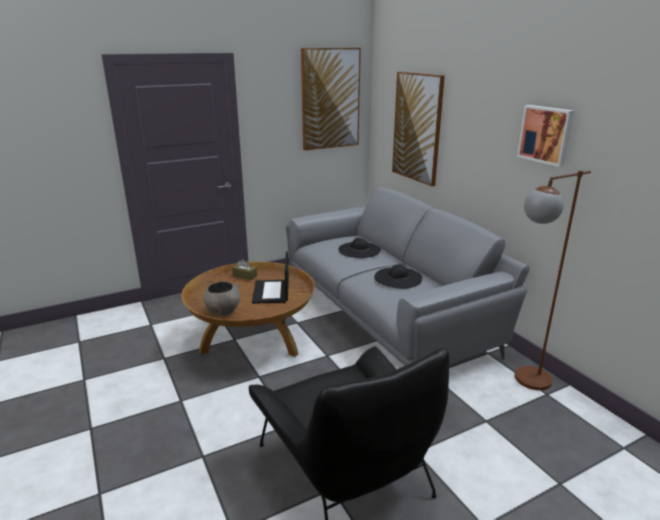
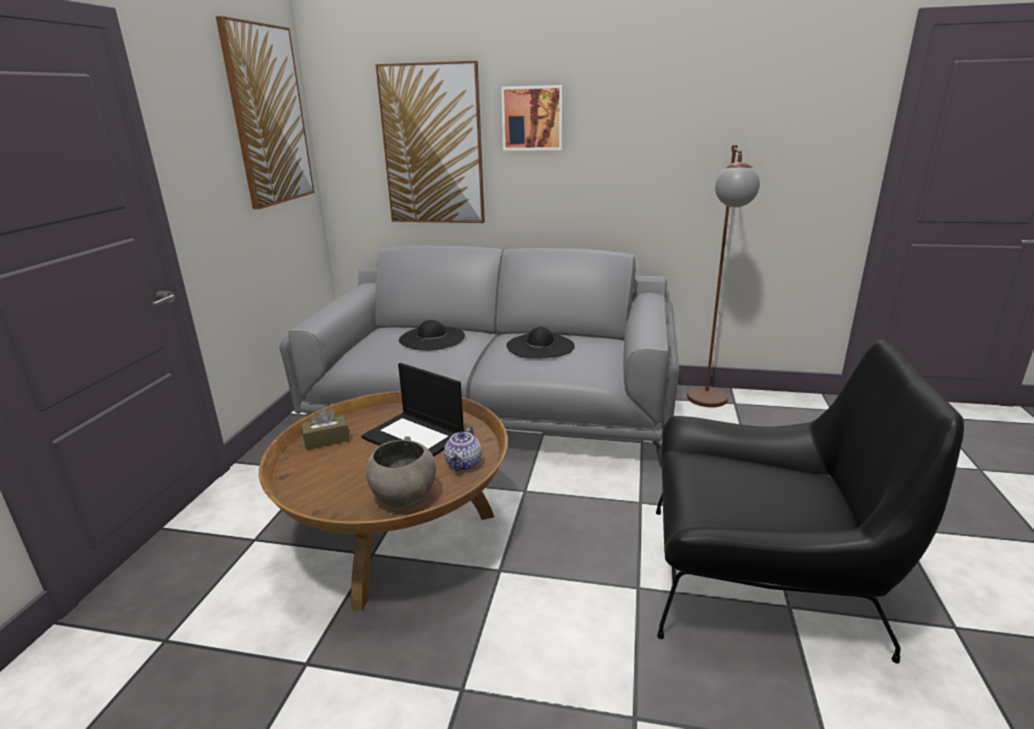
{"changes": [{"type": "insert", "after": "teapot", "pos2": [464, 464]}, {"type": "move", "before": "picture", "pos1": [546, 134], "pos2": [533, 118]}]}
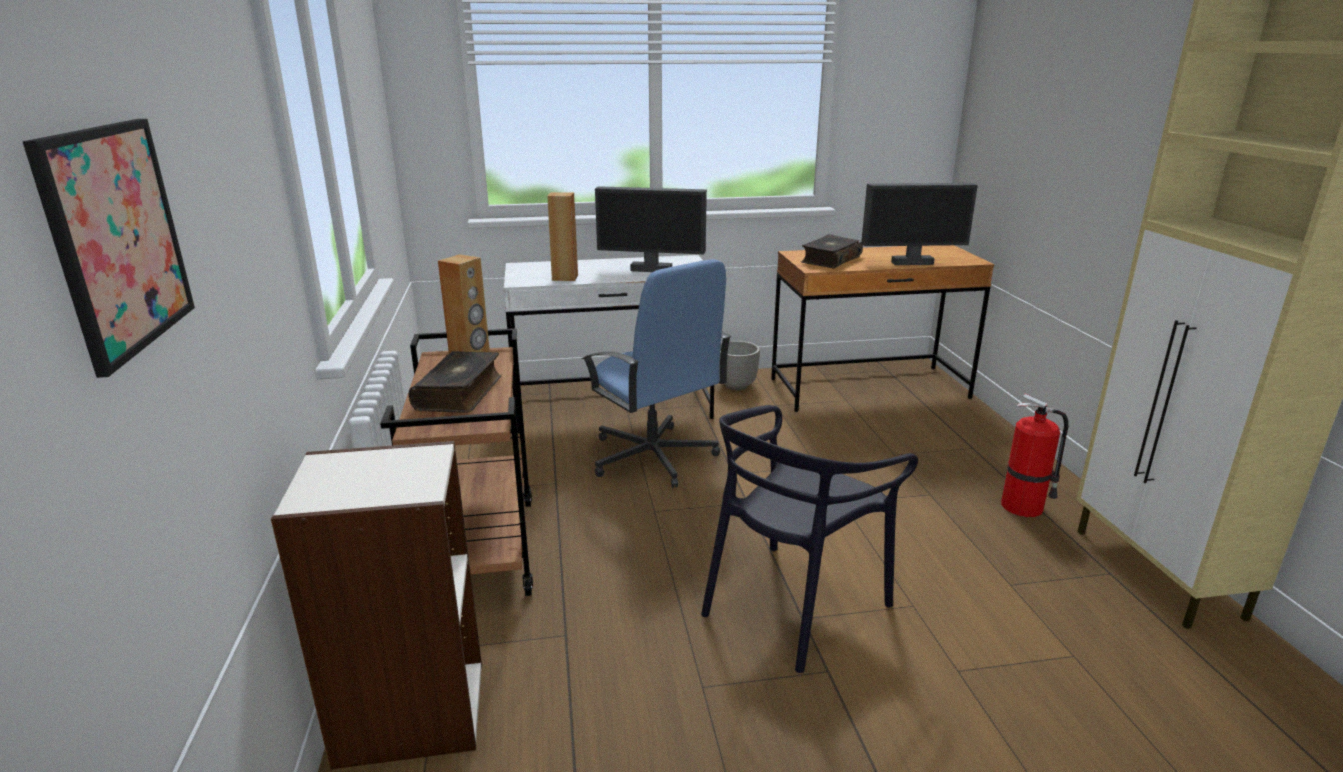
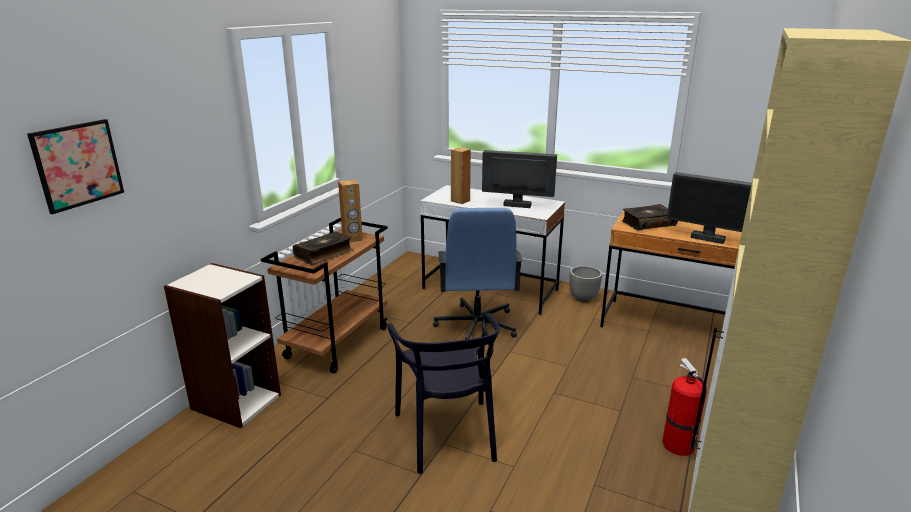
{"changes": [{"type": "rotate", "before": "black chair", "pos1": [793, 605], "pos2": [447, 434], "turn": -90}, {"type": "rotate", "before": "monitor", "pos1": [651, 269], "pos2": [517, 206], "turn": 150}]}
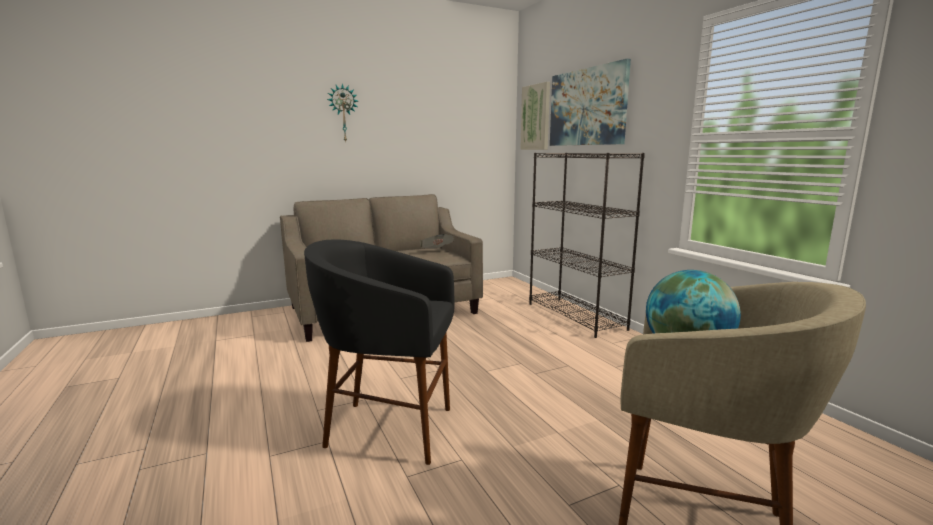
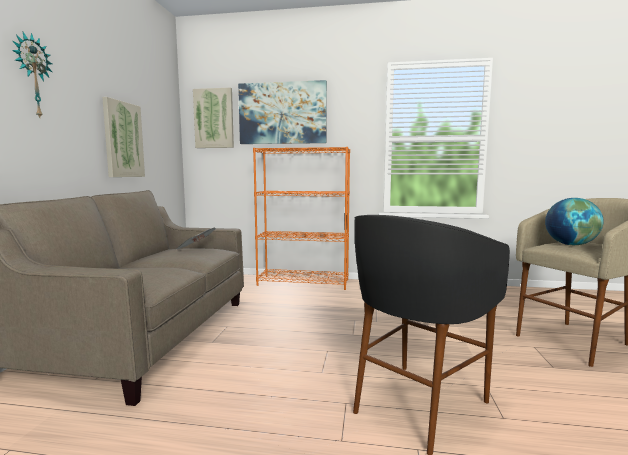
{"changes": [{"type": "insert", "after": "picture", "pos2": [123, 140]}, {"type": "recolor", "before": "black bookcase", "after": "orange bookcase", "pos1": [576, 316], "pos2": [304, 282]}]}
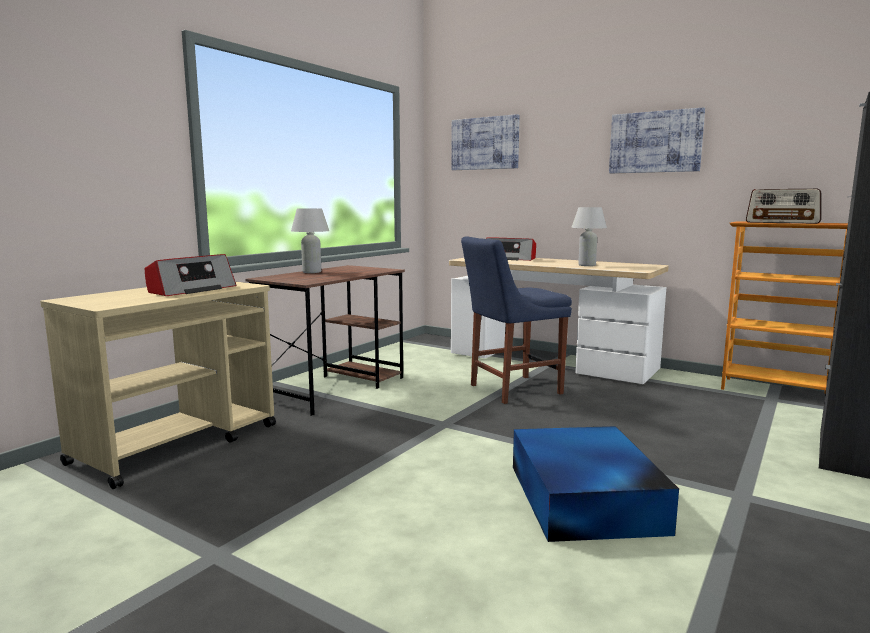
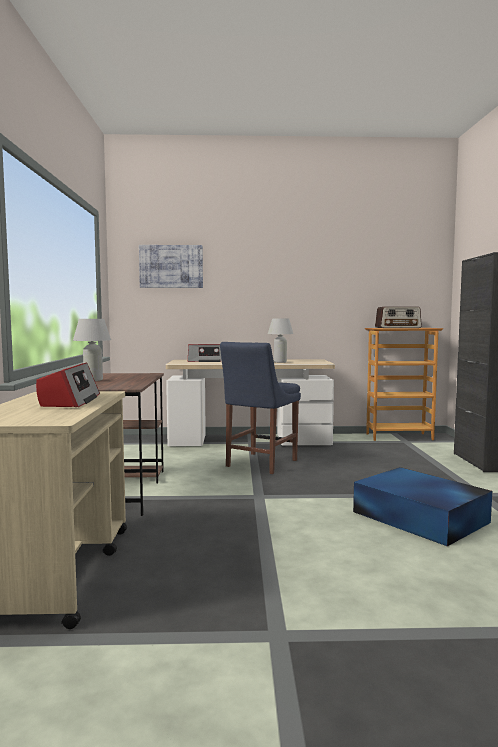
{"changes": [{"type": "delete", "before": "picture", "pos1": [655, 142]}]}
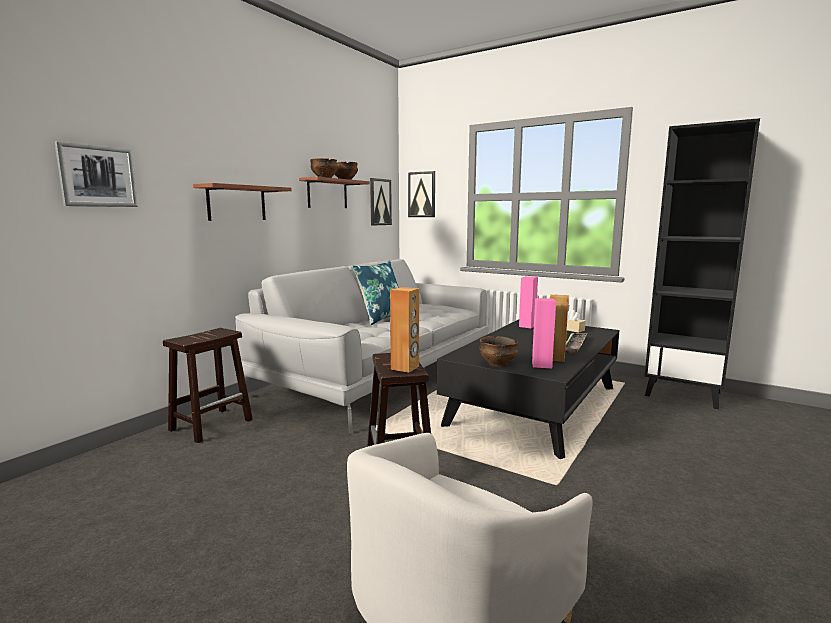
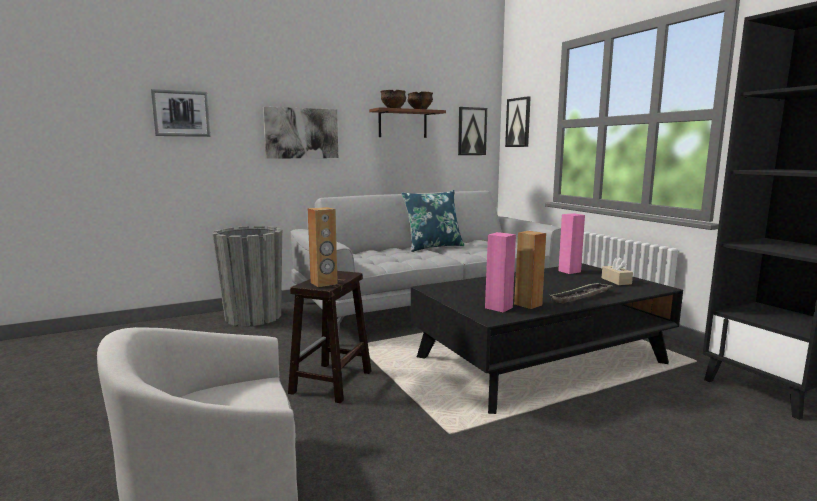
{"changes": [{"type": "replace", "before": "brown stool", "after": "grey planter", "pos1": [212, 424], "pos2": [253, 317]}, {"type": "replace", "before": "brown shelf", "after": "picture", "pos1": [236, 203], "pos2": [301, 133]}, {"type": "delete", "before": "bowl", "pos1": [498, 364]}]}
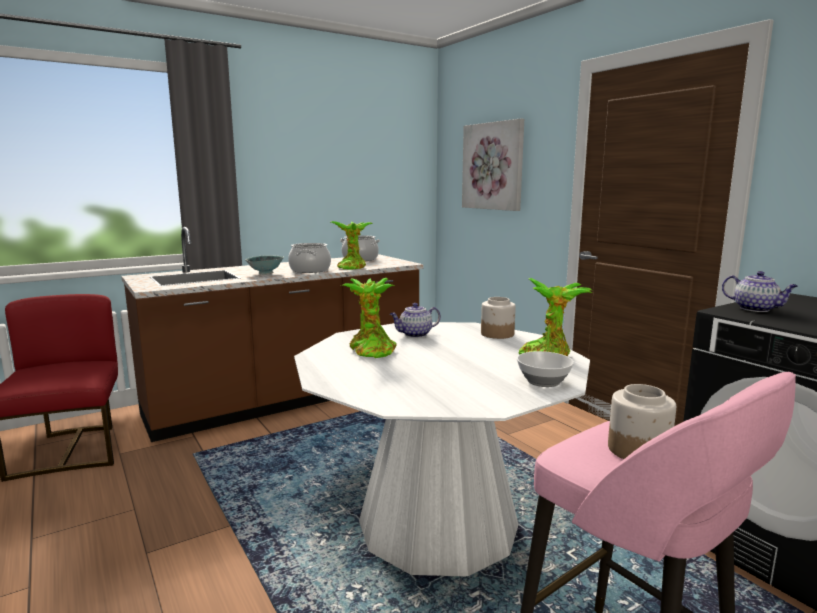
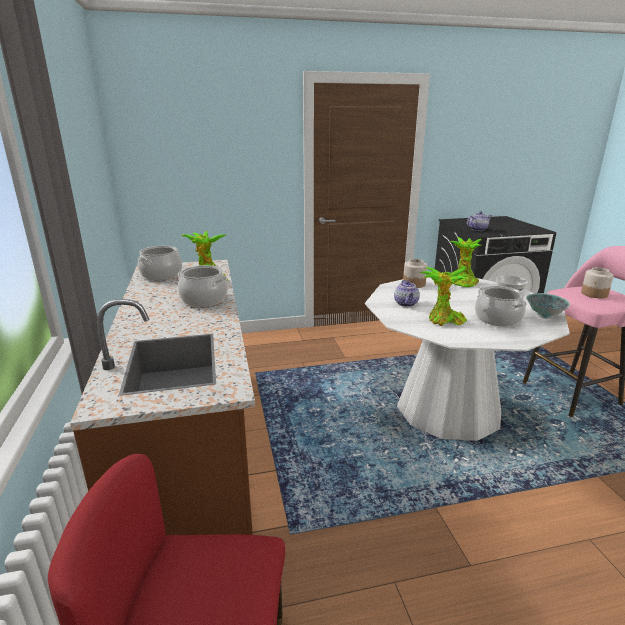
{"changes": [{"type": "insert", "after": "cooking pot", "pos2": [497, 319]}, {"type": "move", "before": "bowl", "pos1": [266, 273], "pos2": [544, 316]}, {"type": "delete", "before": "picture", "pos1": [493, 166]}]}
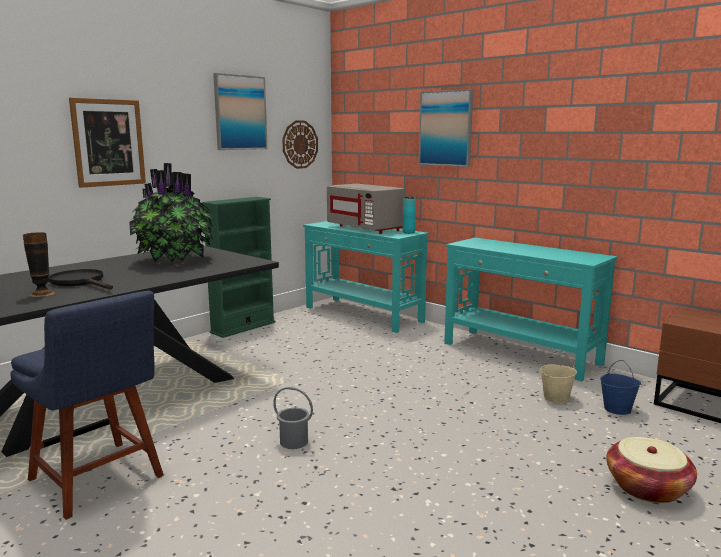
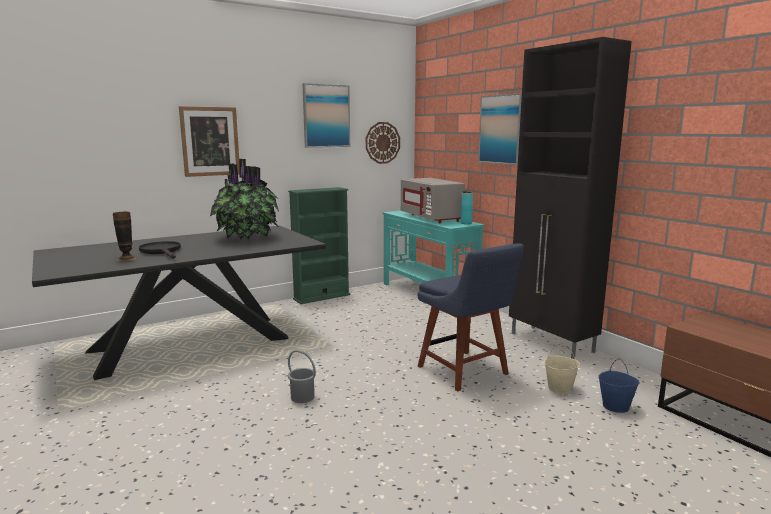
{"changes": [{"type": "move", "before": "blue chair", "pos1": [99, 480], "pos2": [465, 372]}, {"type": "replace", "before": "turquoise console table", "after": "black cabinet", "pos1": [520, 354], "pos2": [552, 343]}, {"type": "delete", "before": "basket", "pos1": [647, 488]}]}
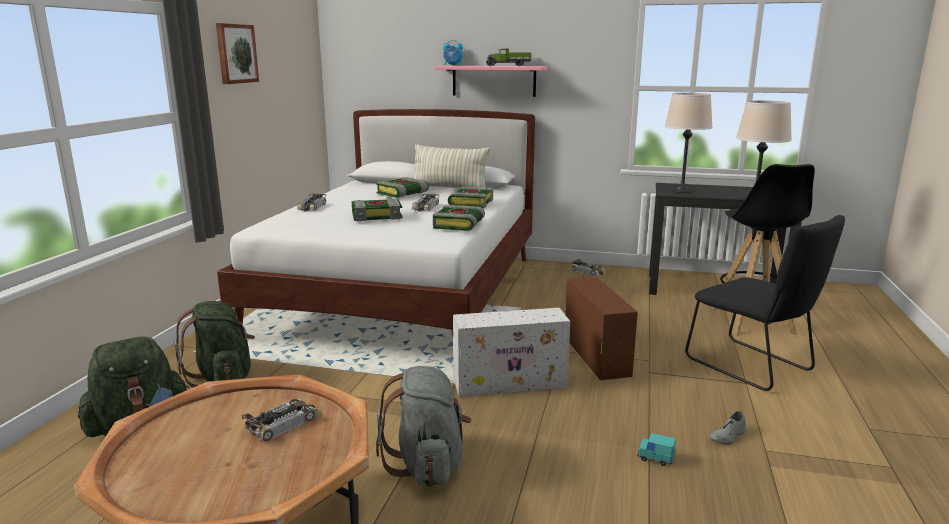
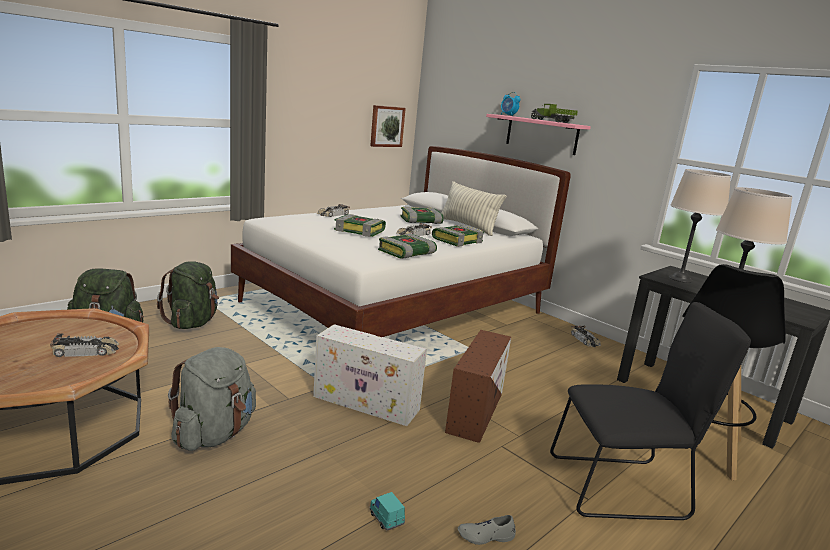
{"changes": [{"type": "move", "before": "picture", "pos1": [236, 53], "pos2": [386, 126]}, {"type": "rotate", "before": "black chair", "pos1": [753, 366], "pos2": [623, 488], "turn": -90}]}
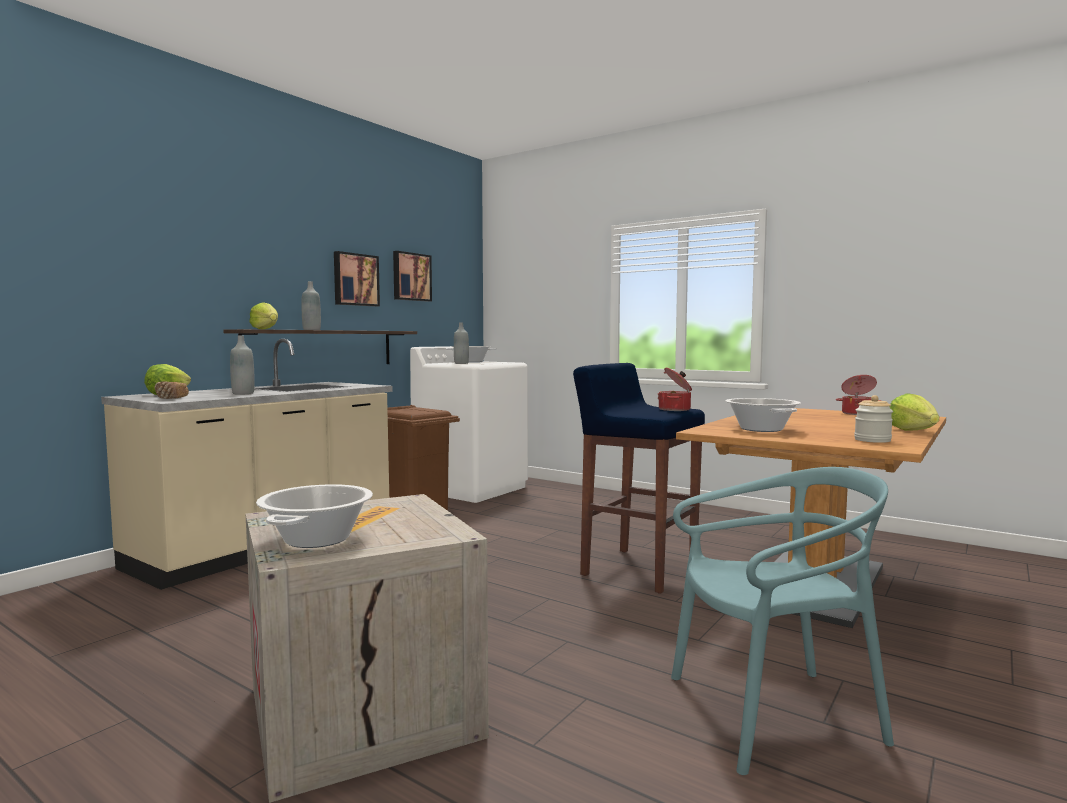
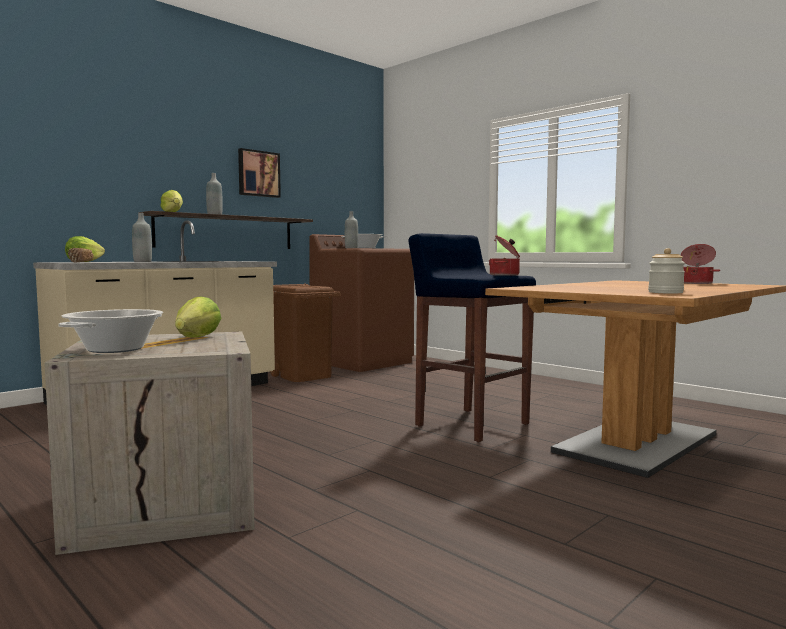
{"changes": [{"type": "move", "before": "lettuce", "pos1": [913, 430], "pos2": [197, 337]}, {"type": "recolor", "before": "white washing machine", "after": "brown washing machine", "pos1": [471, 488], "pos2": [362, 362]}, {"type": "delete", "before": "picture", "pos1": [411, 277]}, {"type": "delete", "before": "turquoise chair", "pos1": [773, 714]}, {"type": "delete", "before": "cooking pot", "pos1": [761, 429]}]}
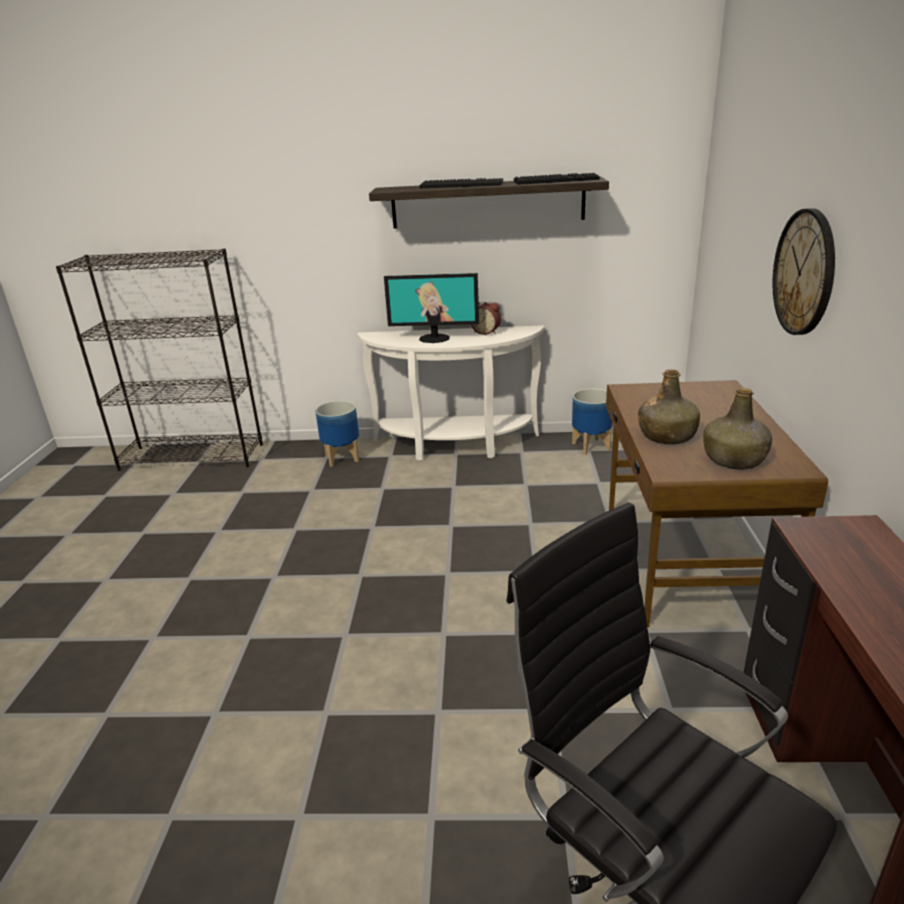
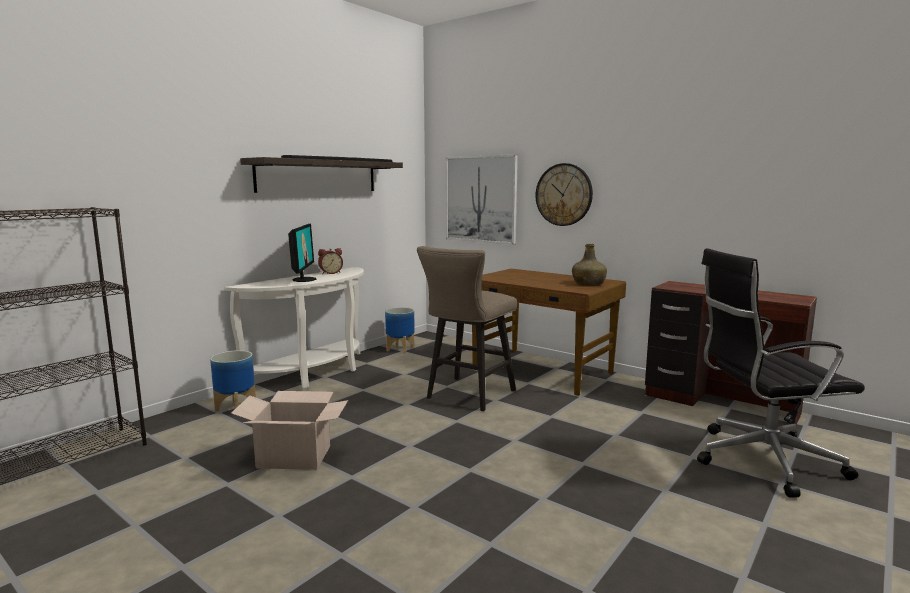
{"changes": [{"type": "insert", "after": "cardboard box", "pos2": [293, 457]}, {"type": "rotate", "before": "monitor", "pos1": [434, 338], "pos2": [303, 279], "turn": -45}, {"type": "insert", "after": "beige stool", "pos2": [467, 396]}, {"type": "insert", "after": "picture", "pos2": [480, 199]}, {"type": "delete", "before": "green bottle", "pos1": [666, 436]}]}
